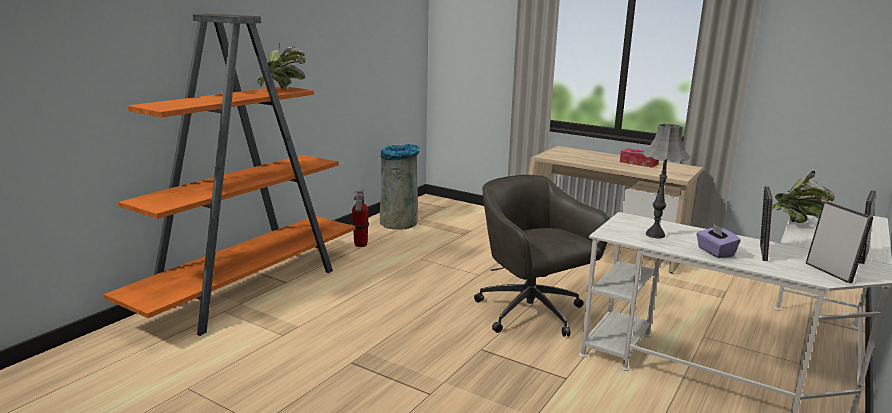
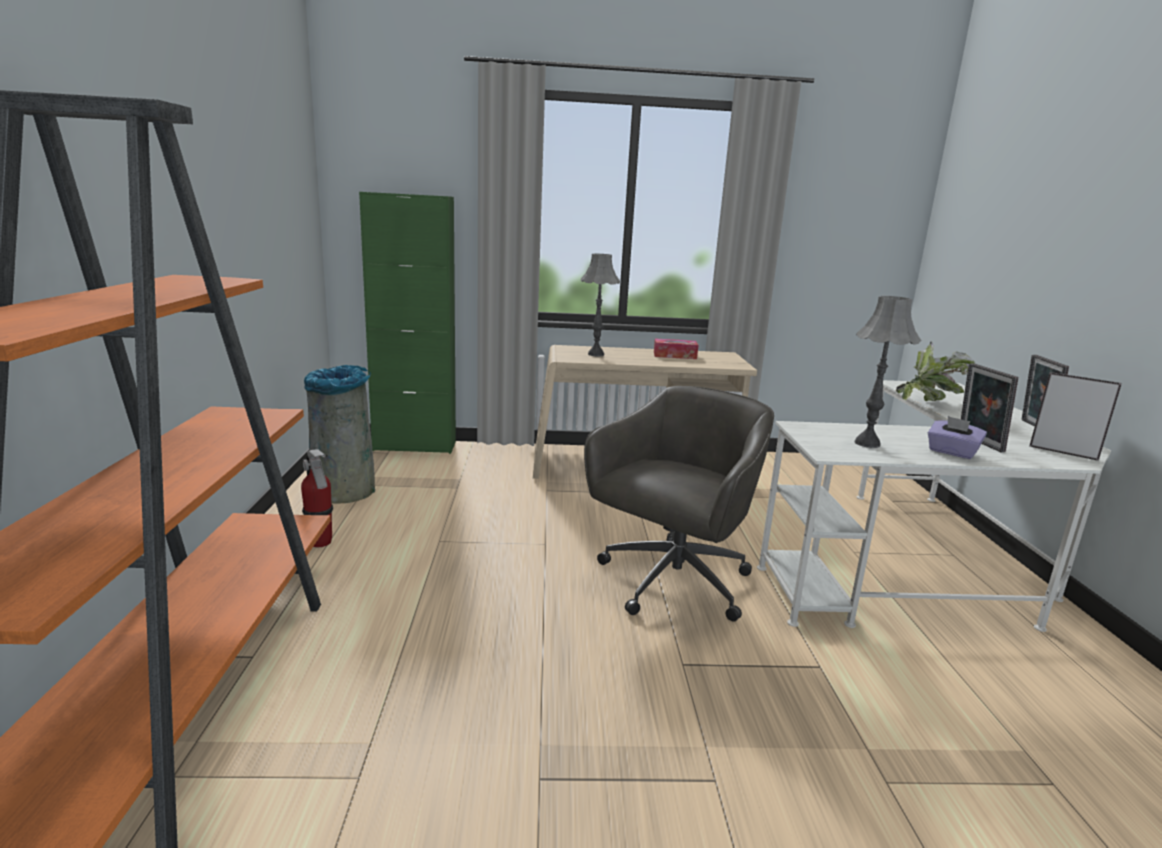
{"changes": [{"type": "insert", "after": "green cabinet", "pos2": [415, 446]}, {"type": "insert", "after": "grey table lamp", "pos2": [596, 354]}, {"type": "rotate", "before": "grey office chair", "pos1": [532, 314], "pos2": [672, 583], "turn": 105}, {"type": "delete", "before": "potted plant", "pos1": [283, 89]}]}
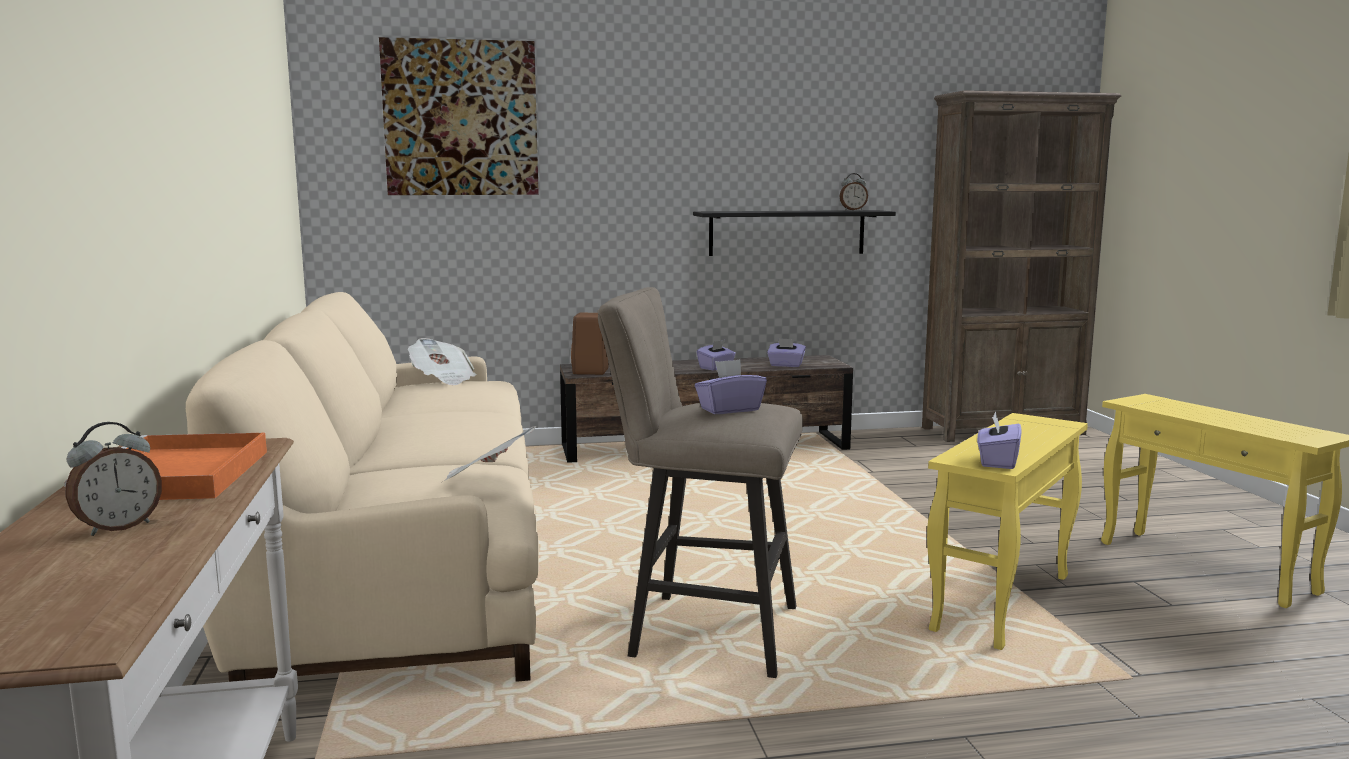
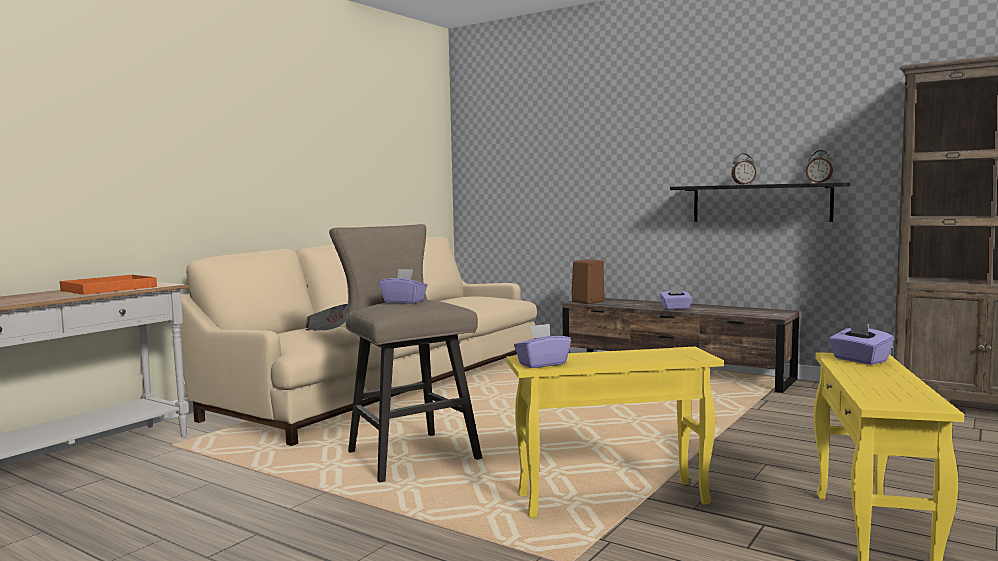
{"changes": [{"type": "move", "before": "alarm clock", "pos1": [118, 527], "pos2": [743, 184]}, {"type": "move", "before": "purple tissue box", "pos1": [786, 365], "pos2": [859, 360]}, {"type": "delete", "before": "picture", "pos1": [461, 118]}, {"type": "delete", "before": "newspaper", "pos1": [443, 379]}]}
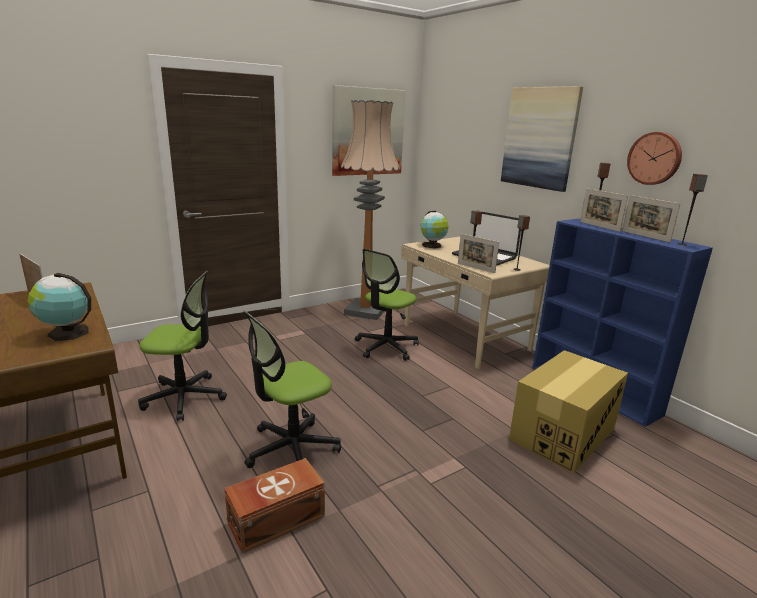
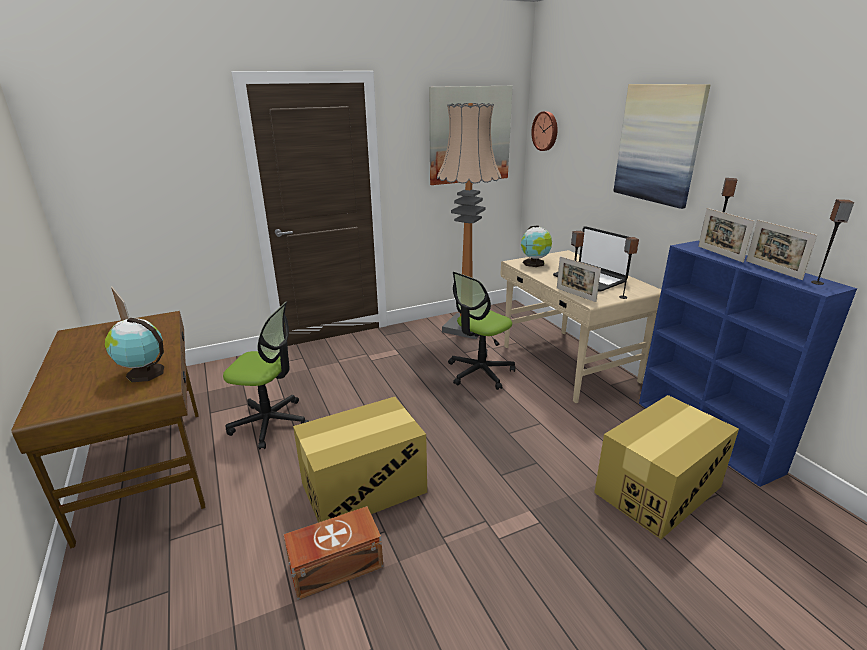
{"changes": [{"type": "replace", "before": "office chair", "after": "cardboard box", "pos1": [292, 449], "pos2": [363, 488]}, {"type": "move", "before": "wall clock", "pos1": [655, 158], "pos2": [546, 131]}]}
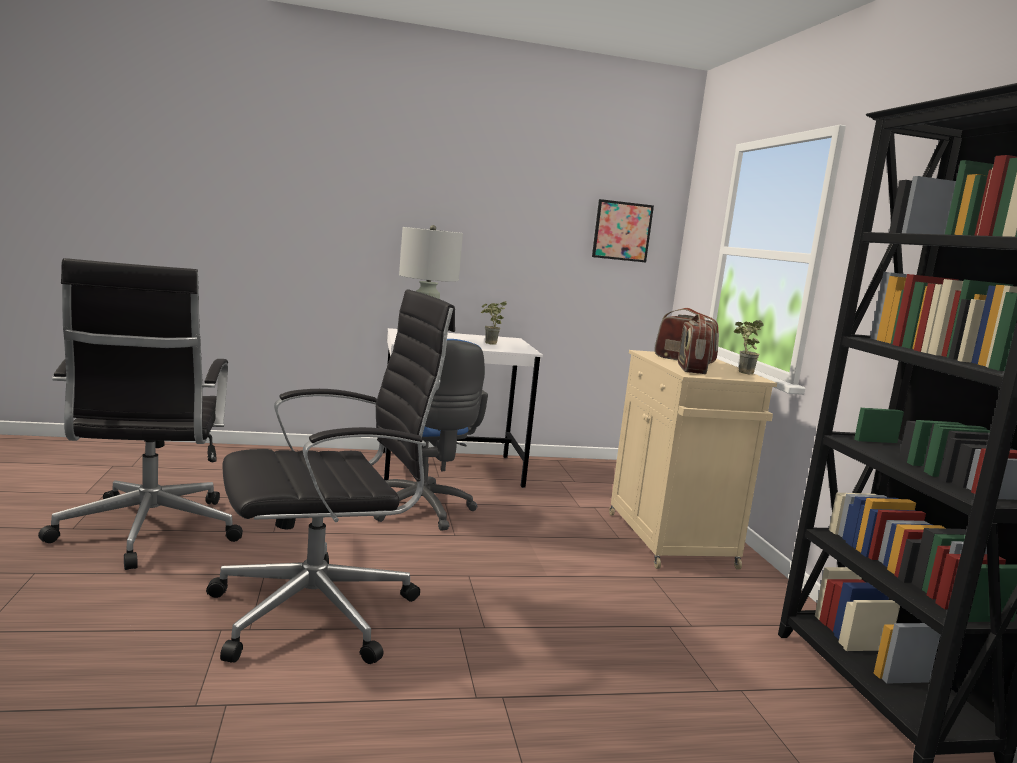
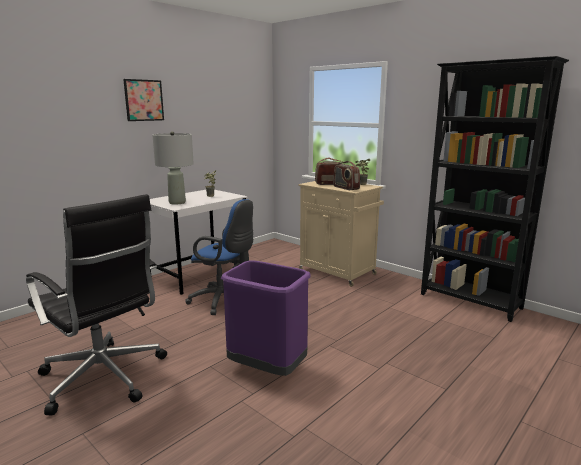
{"changes": [{"type": "move", "before": "picture", "pos1": [622, 231], "pos2": [144, 100]}, {"type": "replace", "before": "black office chair", "after": "purple trash can", "pos1": [321, 612], "pos2": [268, 368]}]}
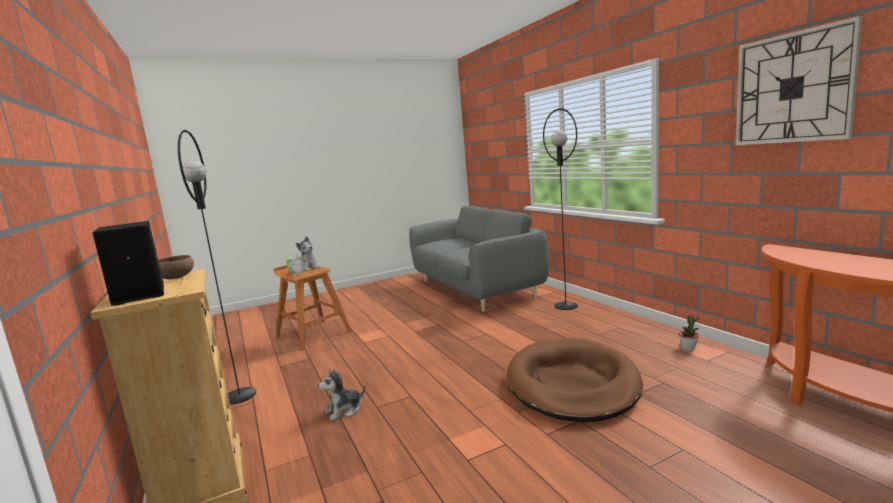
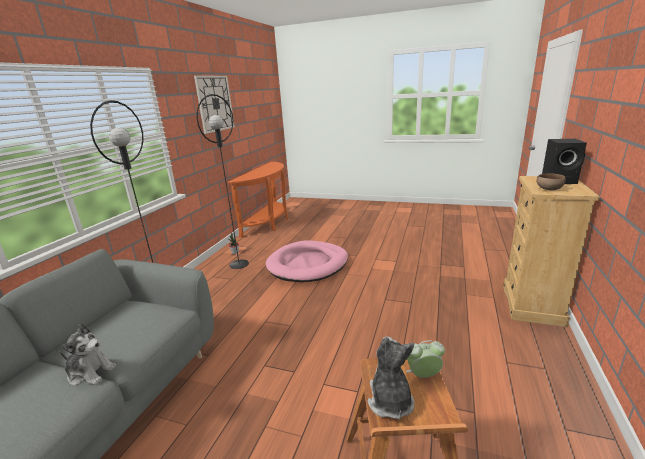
{"changes": [{"type": "move", "before": "plush toy", "pos1": [344, 410], "pos2": [90, 372]}, {"type": "move", "before": "black floor lamp", "pos1": [240, 396], "pos2": [239, 264]}, {"type": "recolor", "before": "brown dog bed", "after": "pink dog bed", "pos1": [572, 384], "pos2": [308, 264]}]}
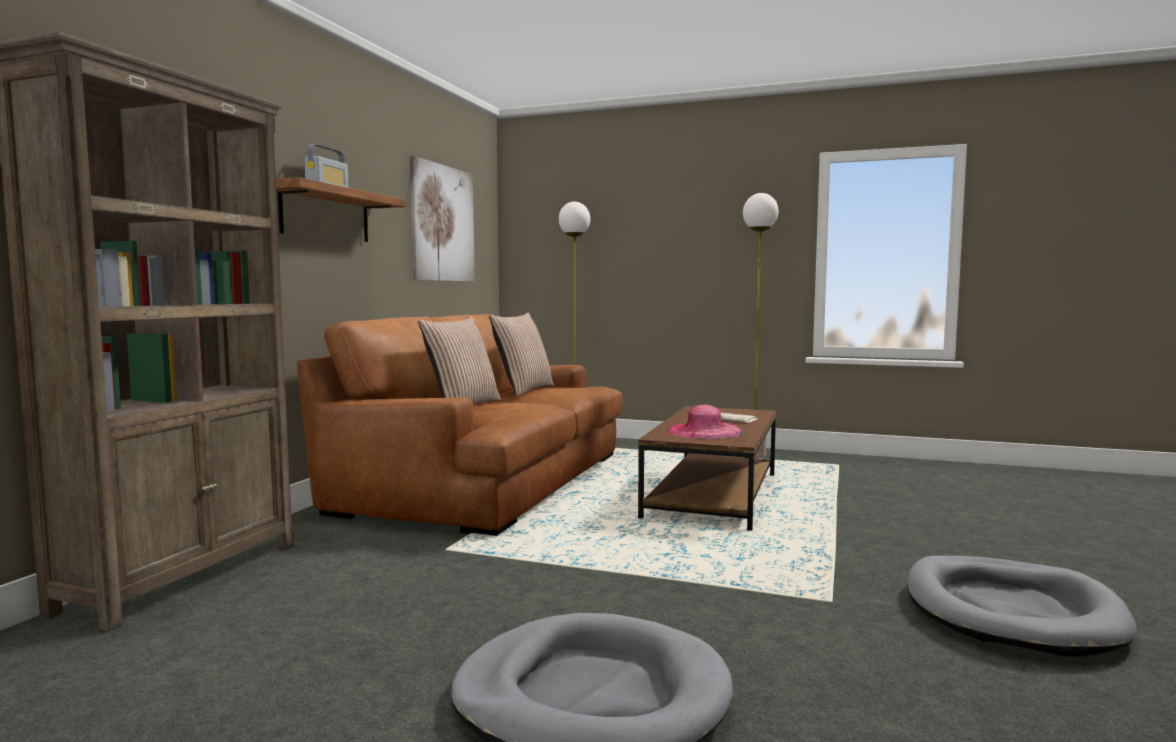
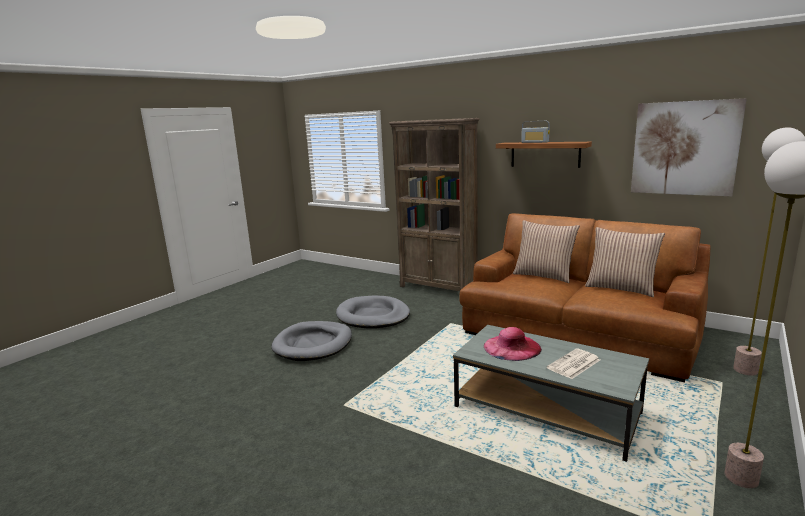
{"changes": [{"type": "move", "before": "grey dog bed", "pos1": [1011, 611], "pos2": [373, 316]}, {"type": "recolor", "before": "brown coffee table", "after": "grey coffee table", "pos1": [712, 495], "pos2": [546, 410]}]}
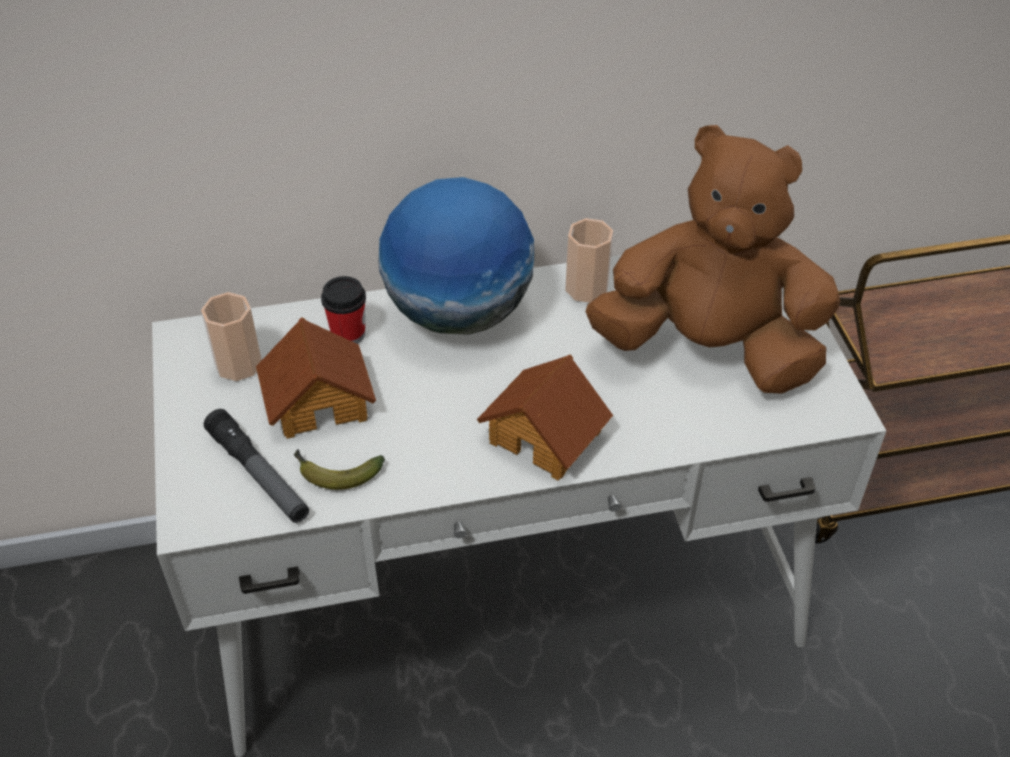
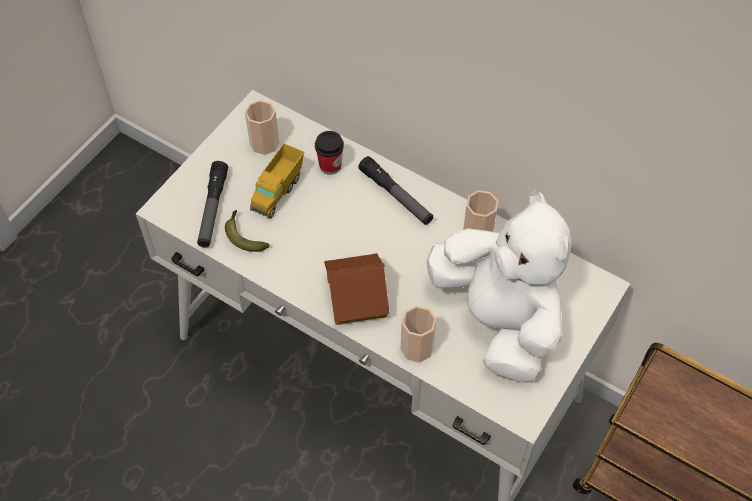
{"changes": [{"type": "replace", "before": "toy house", "after": "toy truck", "pos1": [319, 400], "pos2": [278, 191]}, {"type": "replace", "before": "globe", "after": "flashlight", "pos1": [459, 313], "pos2": [396, 196]}, {"type": "insert", "after": "cup", "pos2": [417, 347]}, {"type": "recolor", "before": "brown plush toy", "after": "white plush toy", "pos1": [709, 349], "pos2": [498, 320]}]}
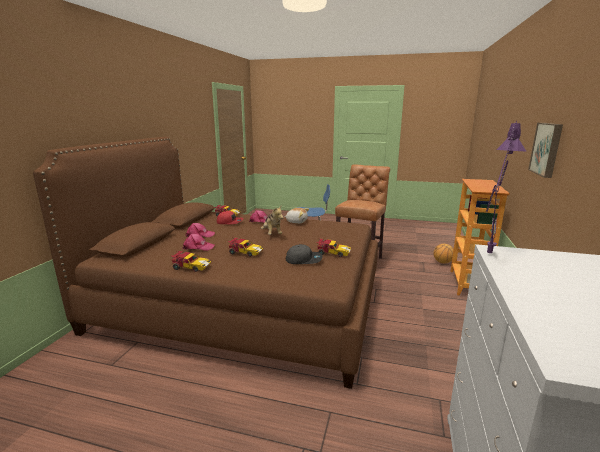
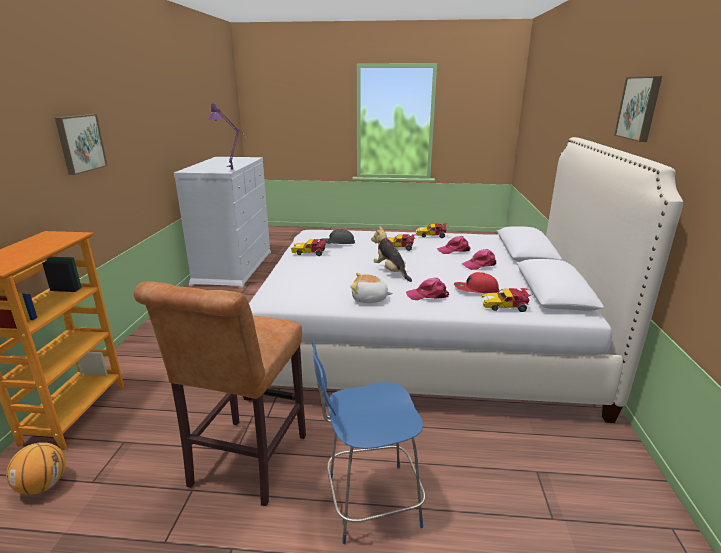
{"changes": [{"type": "recolor", "before": "brown bed", "after": "white bed", "pos1": [241, 305], "pos2": [421, 342]}, {"type": "insert", "after": "picture", "pos2": [639, 108]}]}
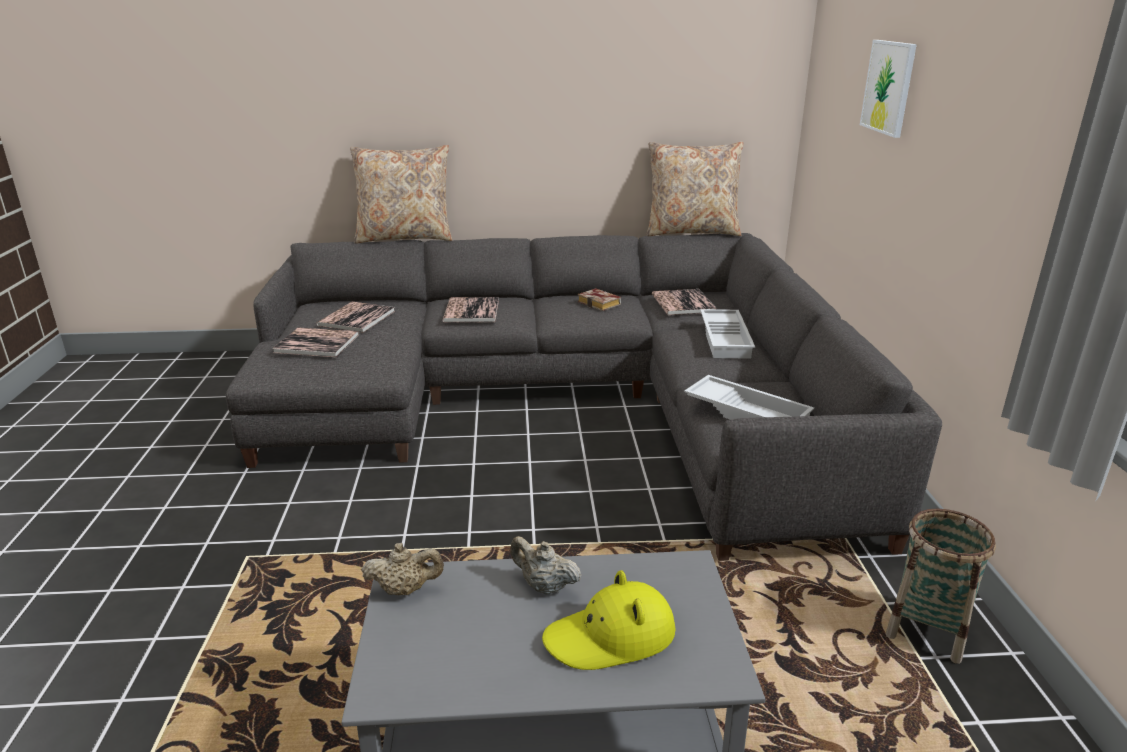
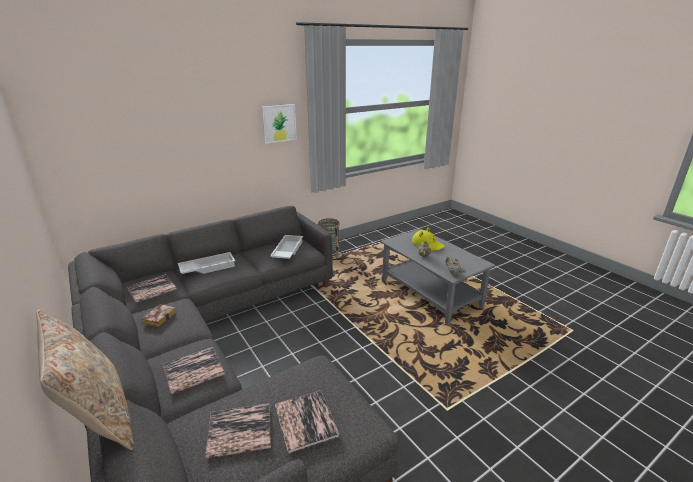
{"changes": [{"type": "move", "before": "picture", "pos1": [888, 87], "pos2": [279, 123]}, {"type": "delete", "before": "beige pillow", "pos1": [691, 232]}]}
